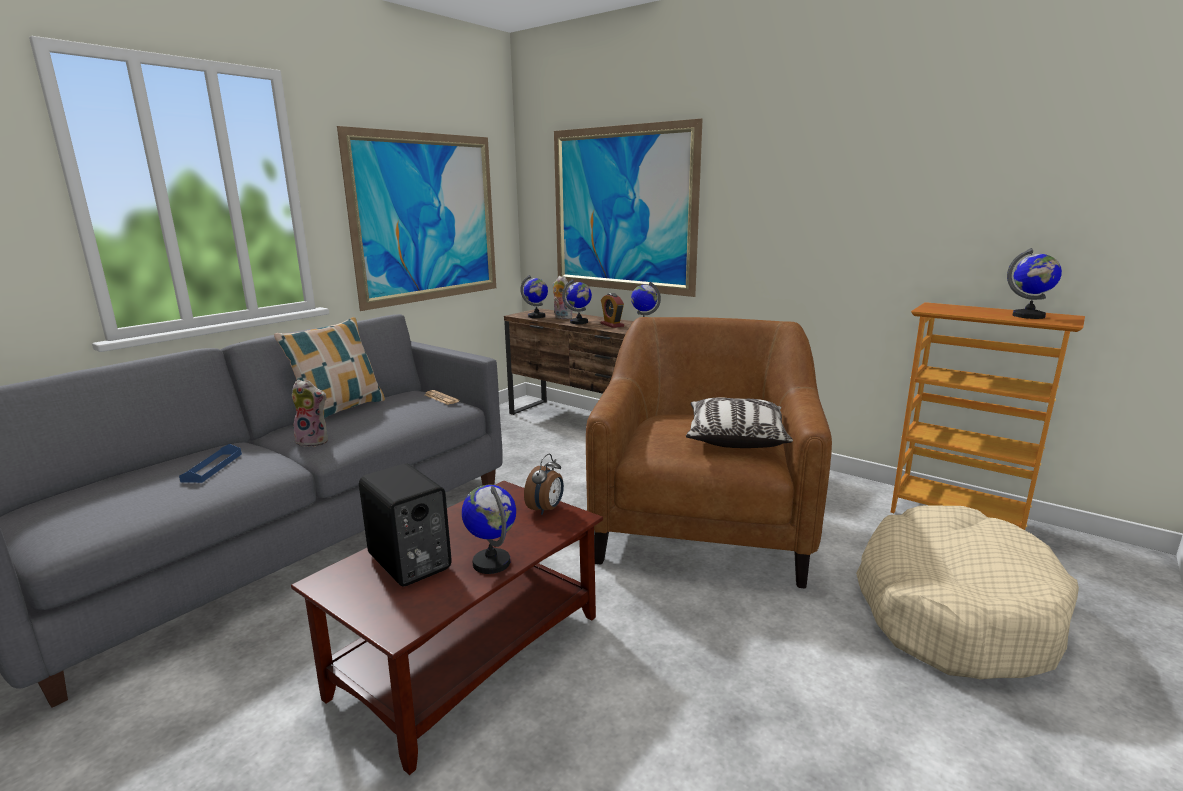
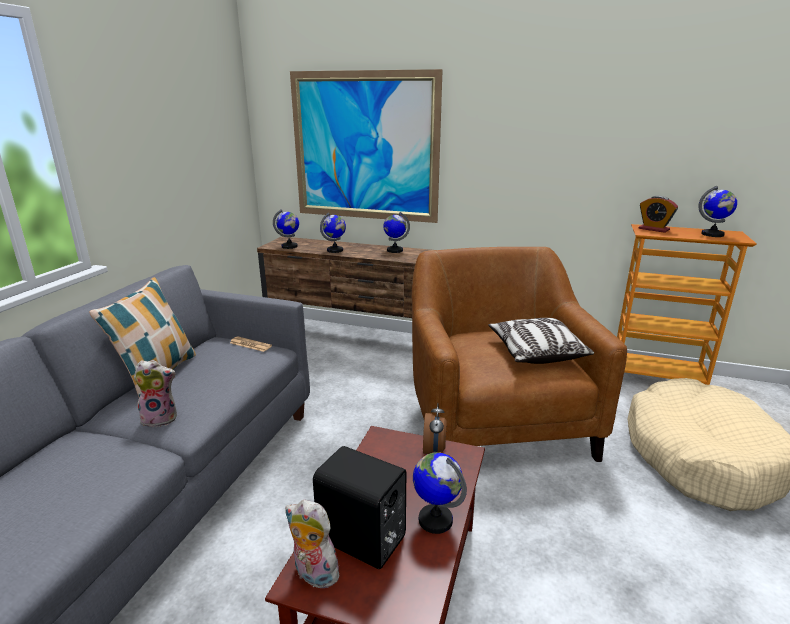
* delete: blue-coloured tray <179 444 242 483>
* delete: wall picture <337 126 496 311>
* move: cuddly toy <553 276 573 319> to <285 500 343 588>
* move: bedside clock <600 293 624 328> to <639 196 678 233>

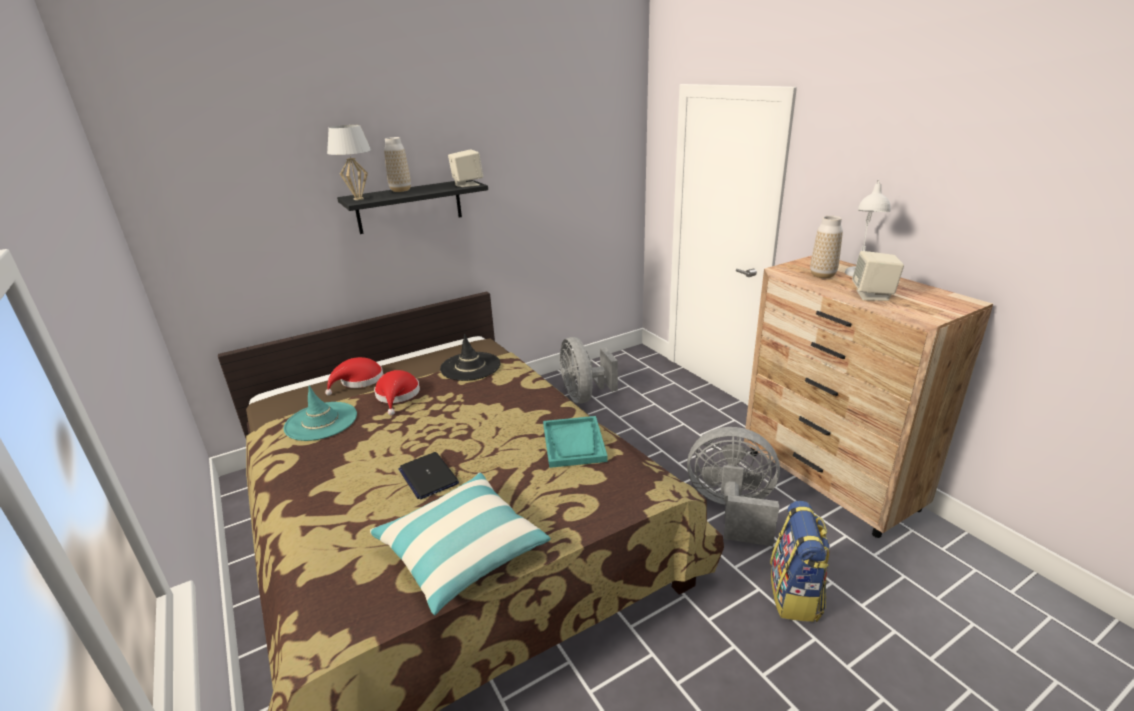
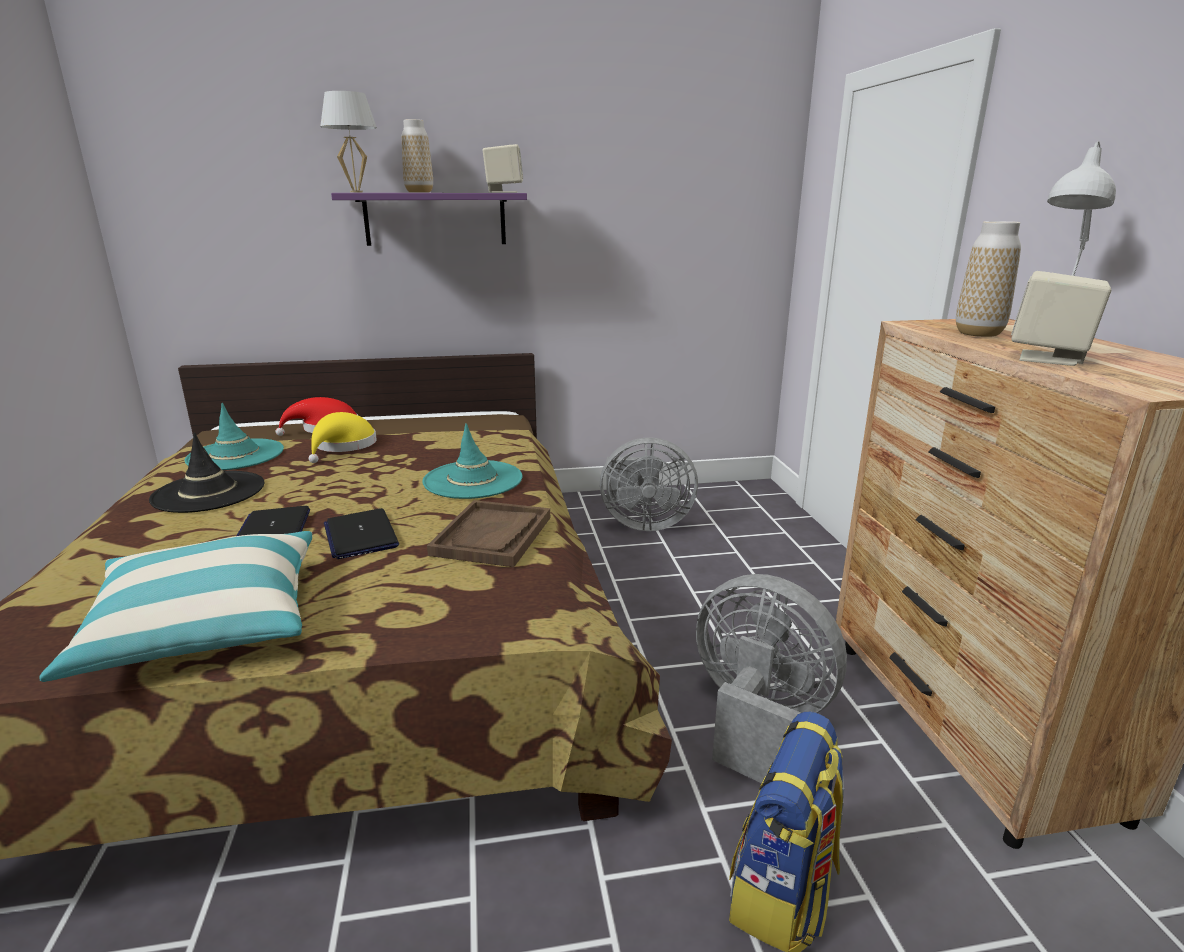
* insert: portable computer <324 508 399 559>
* insert: blue-green clothing hat <422 423 523 499>
* move: black-coloured clothing hat <440 333 501 381> to <149 432 265 513>
* recolor: black-coloured shelf <337 180 488 234> to purple-coloured shelf <331 193 527 246>
* recolor: red clothing hat <374 370 420 415> to yellow clothing hat <308 412 377 463>
* recolor: blue-green tray <543 416 608 468> to brown-coloured tray <427 500 550 567>
* rotate: gray electric fan <559 337 618 404> = <600 437 698 531> 90 degrees counterclockwise

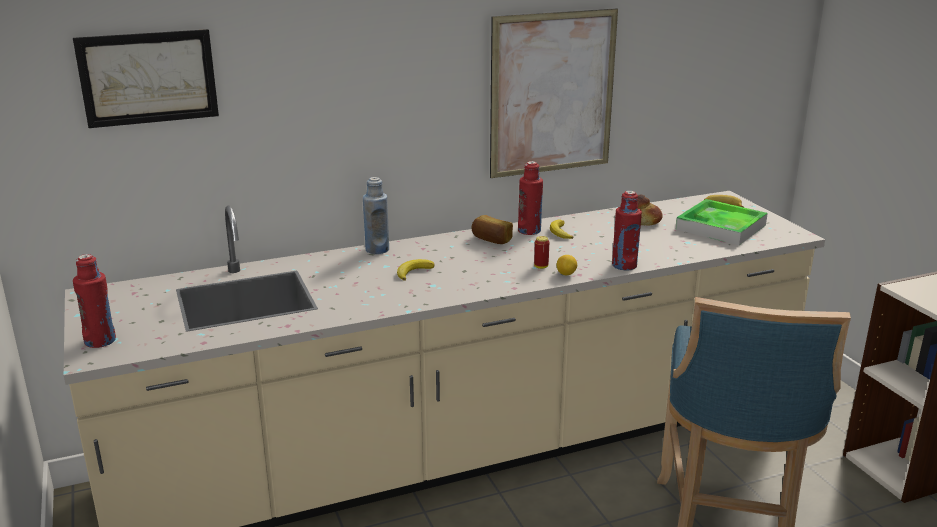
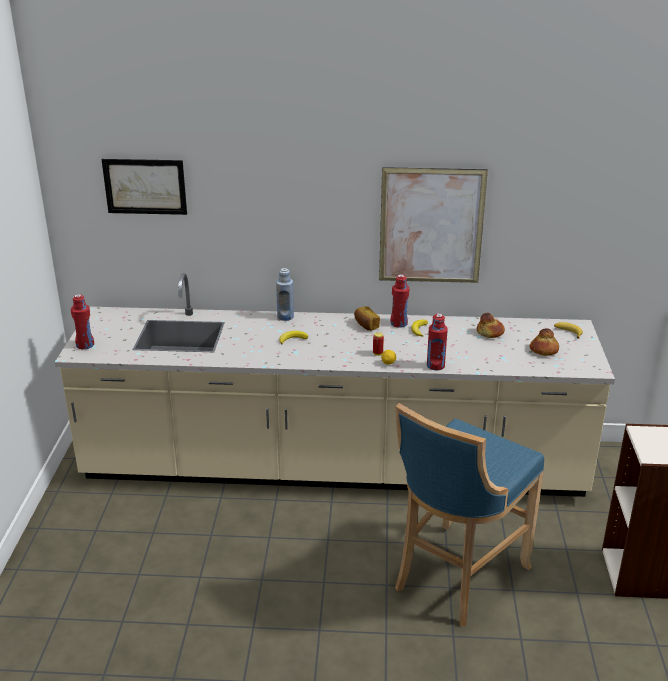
* replace: tray <676 199 768 245> to bakery bread <529 328 559 356>

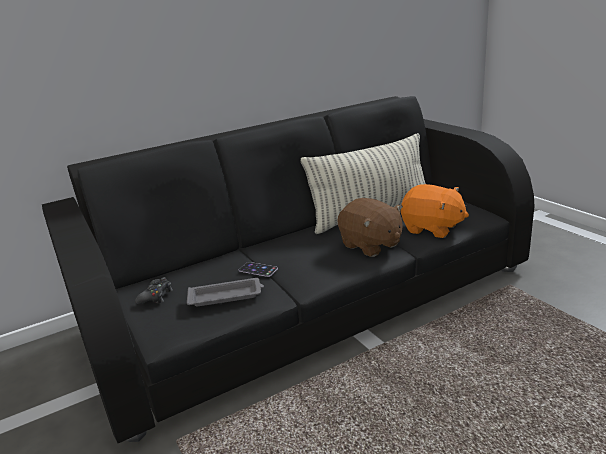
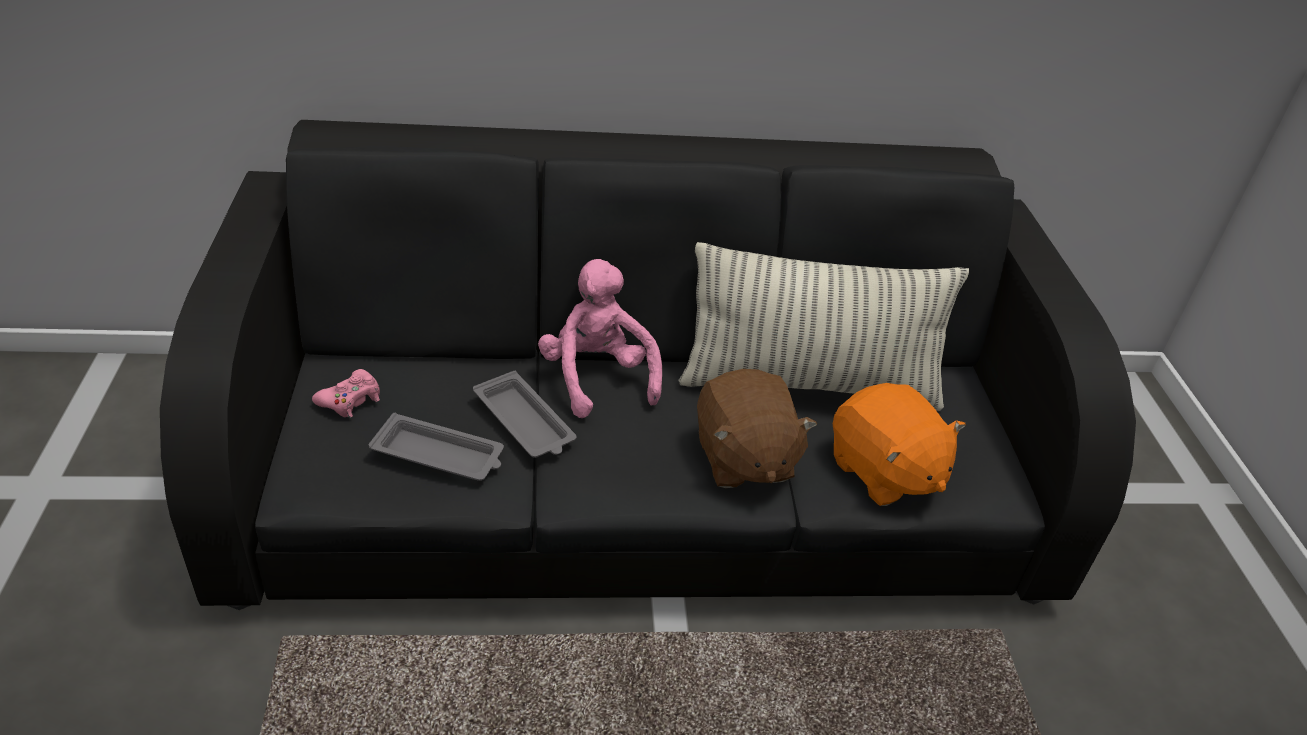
* insert: pink-coloured cuddly toy <538 259 662 418>
* replace: handset <238 262 278 277> to gray tray <473 371 576 458>
* recolor: black-coloured joypad <135 277 173 304> to pink-coloured joypad <312 369 380 418>

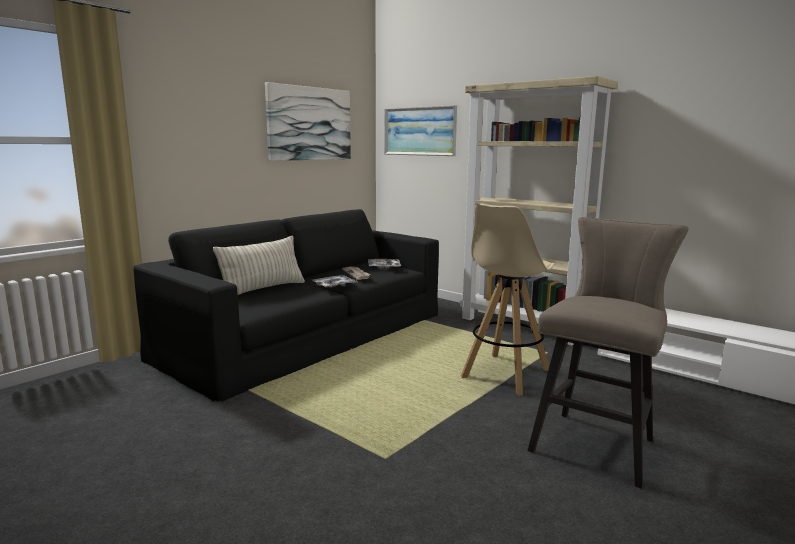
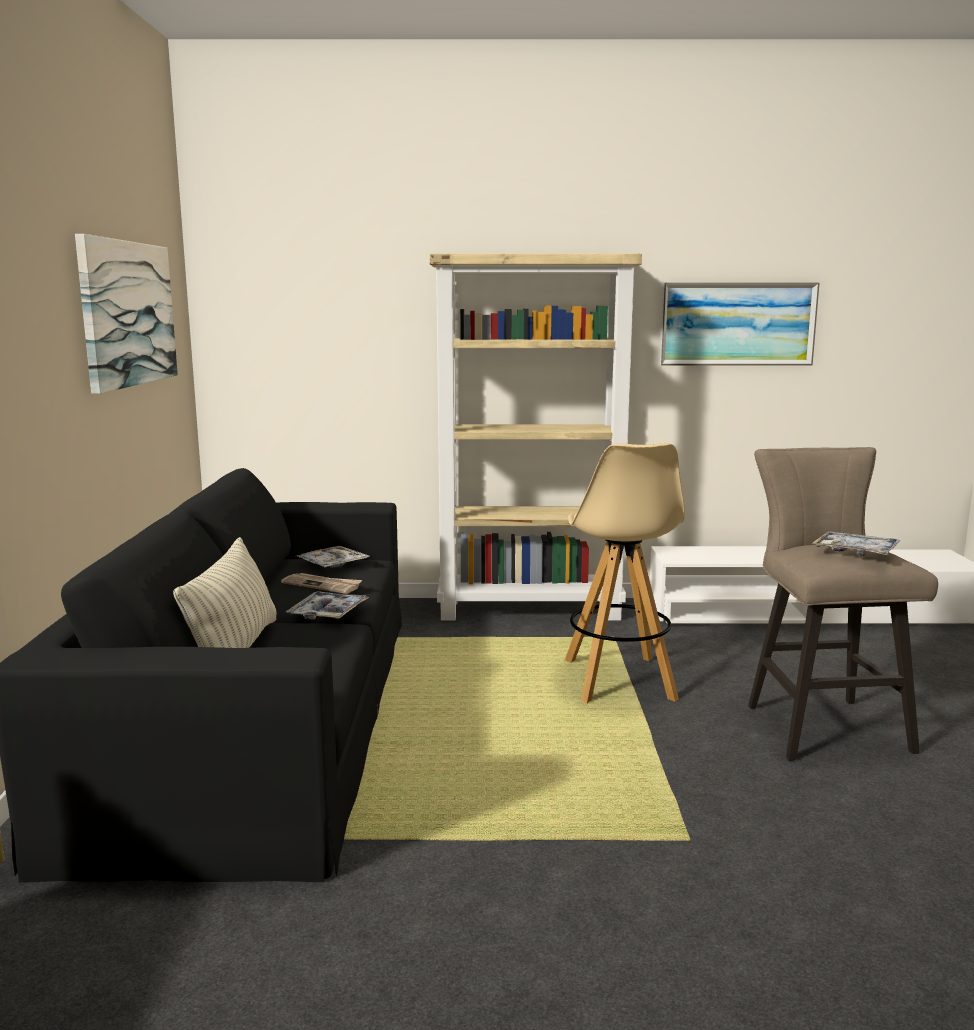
* insert: tray <812 531 901 556>
* move: wall picture <384 105 457 156> to <659 282 820 366>

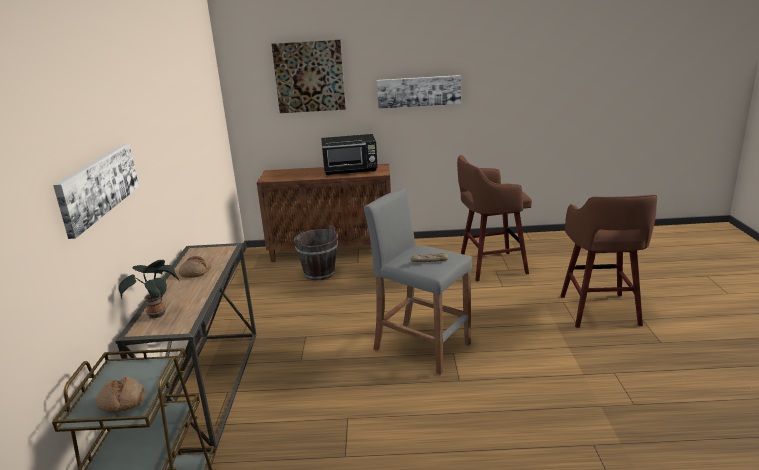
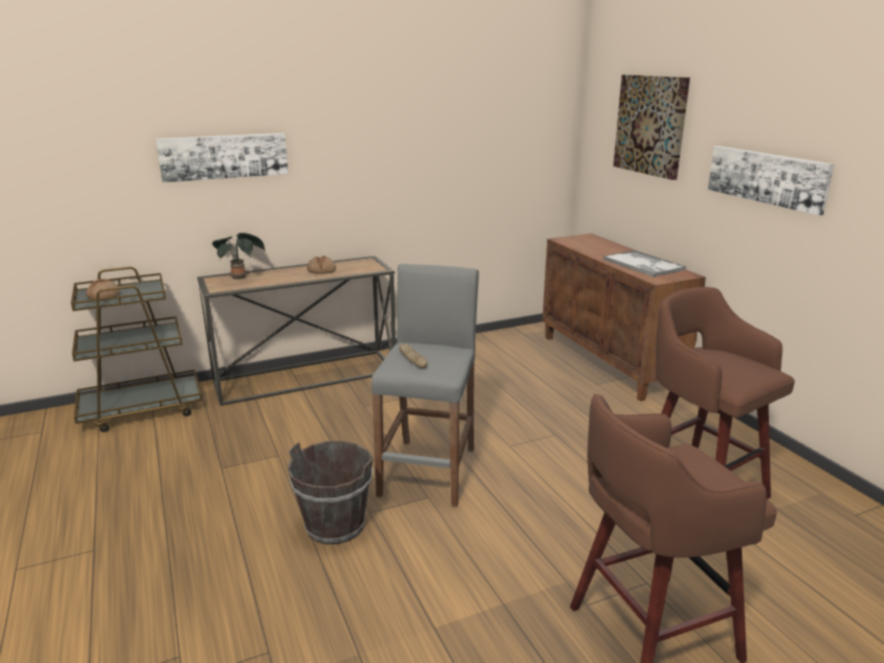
* move: brown-coloured pail <294 225 338 280> to <287 441 373 545>
* replace: black-coloured microwave oven <321 134 378 176> to tray <603 250 687 277>

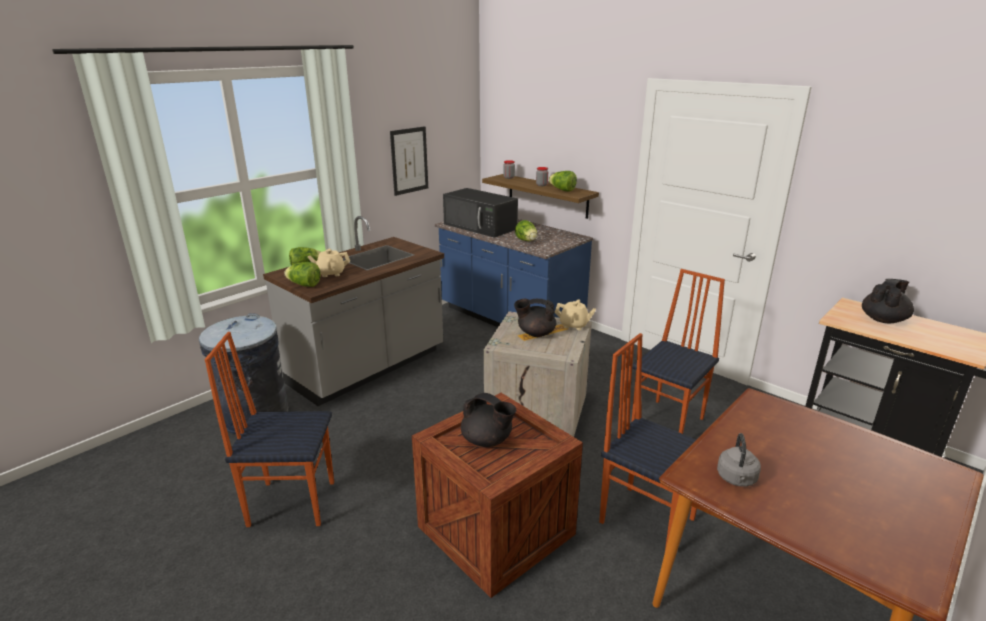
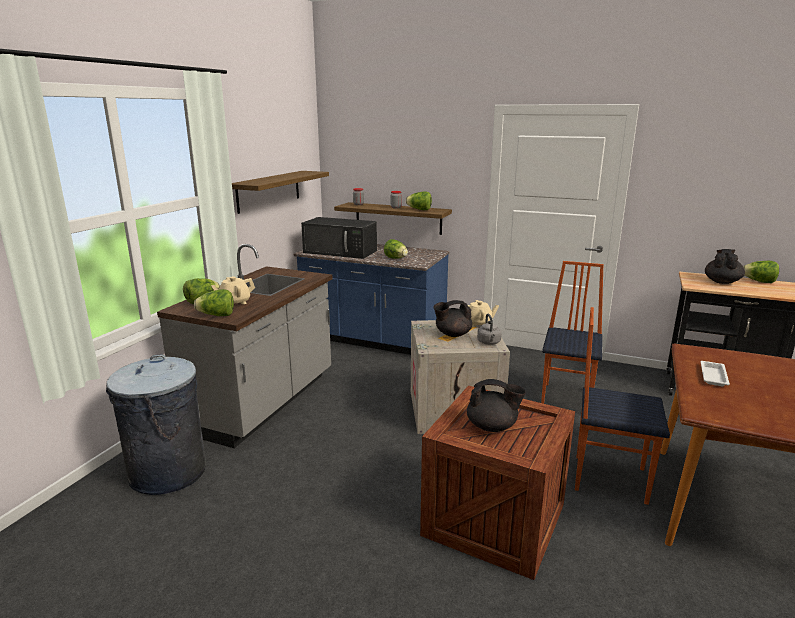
* delete: plain chair <204 332 334 527>
* insert: whitish tray <701 361 730 386>
* insert: head of lettuce <743 261 779 283>
* move: gray kettle <717 433 761 487> to <477 314 502 345>
* replace: wall picture <390 126 428 196> to shelf <232 171 329 214>

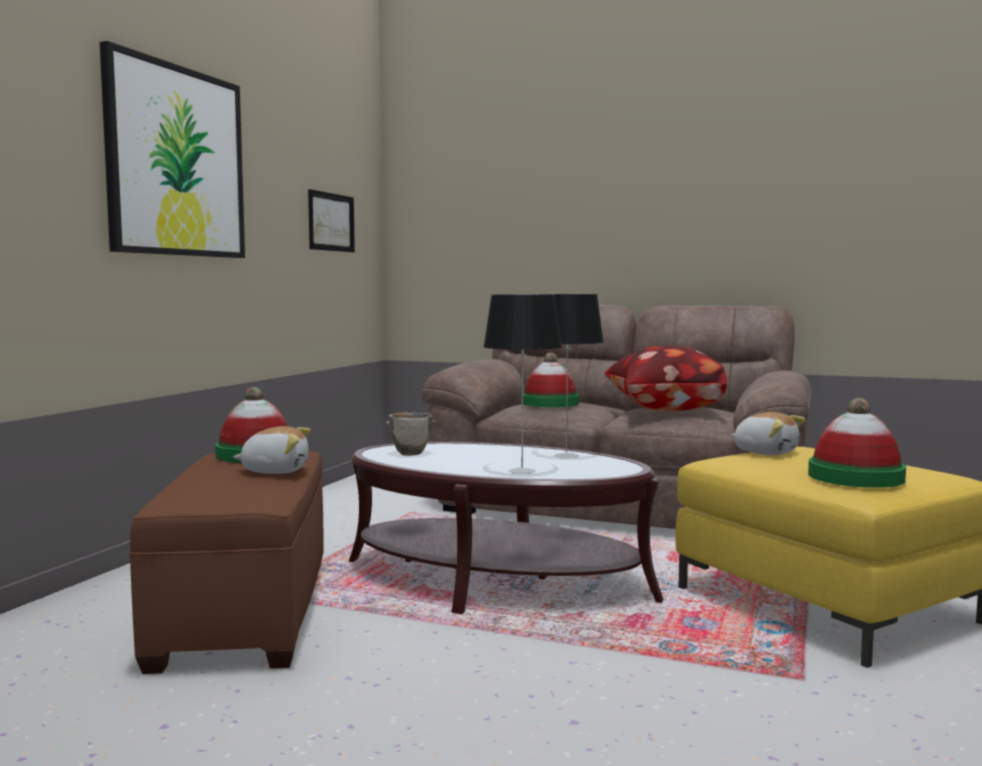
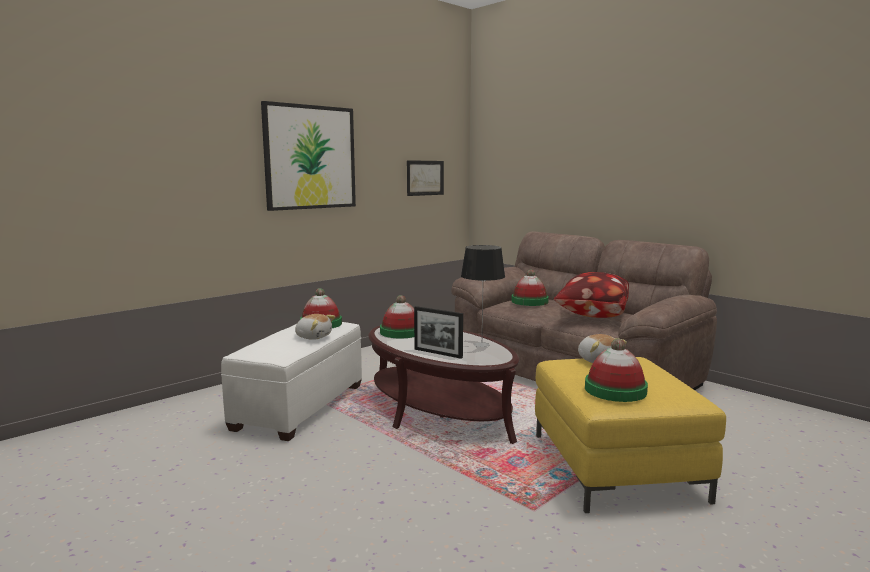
* replace: serving bowl <386 412 435 456> to clothing hat <380 295 414 338>
* replace: lamp for a table <484 294 562 474> to picture frame <414 306 463 359>
* recolor: brown-coloured footrest <129 451 324 674> to whitish footrest <221 322 362 441>

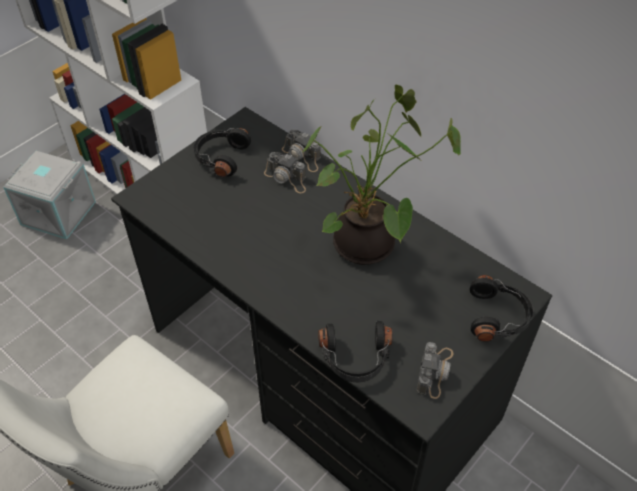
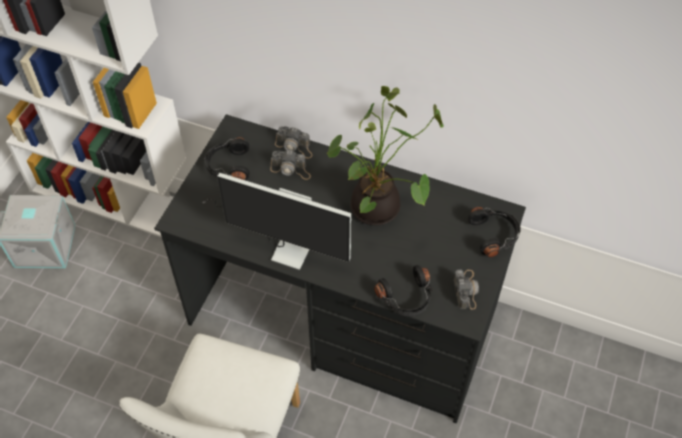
* insert: computer screen <203 173 351 270>

